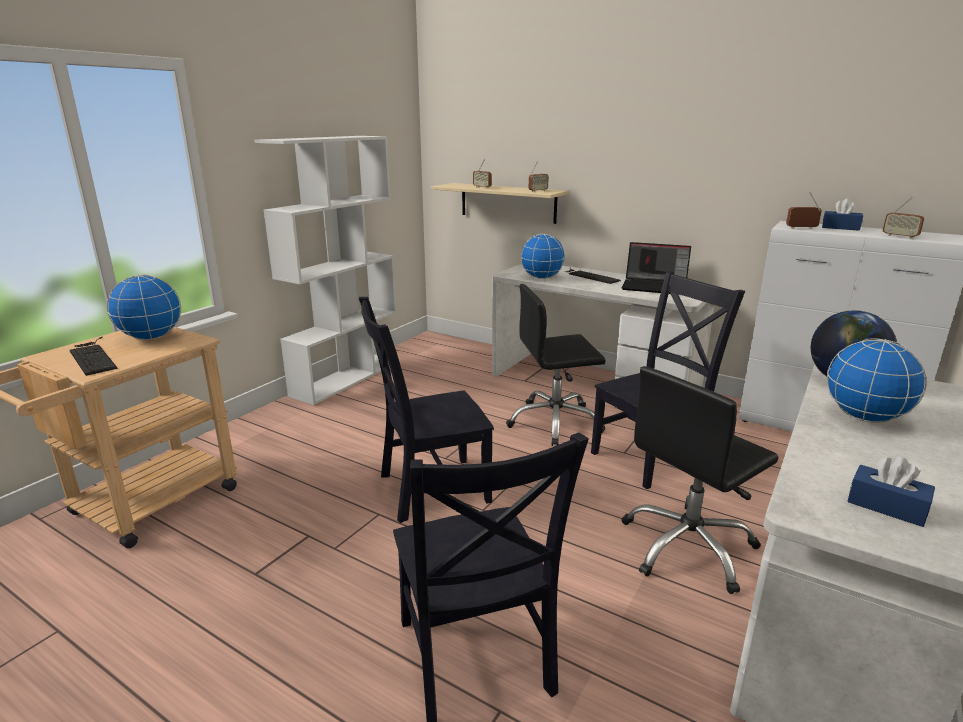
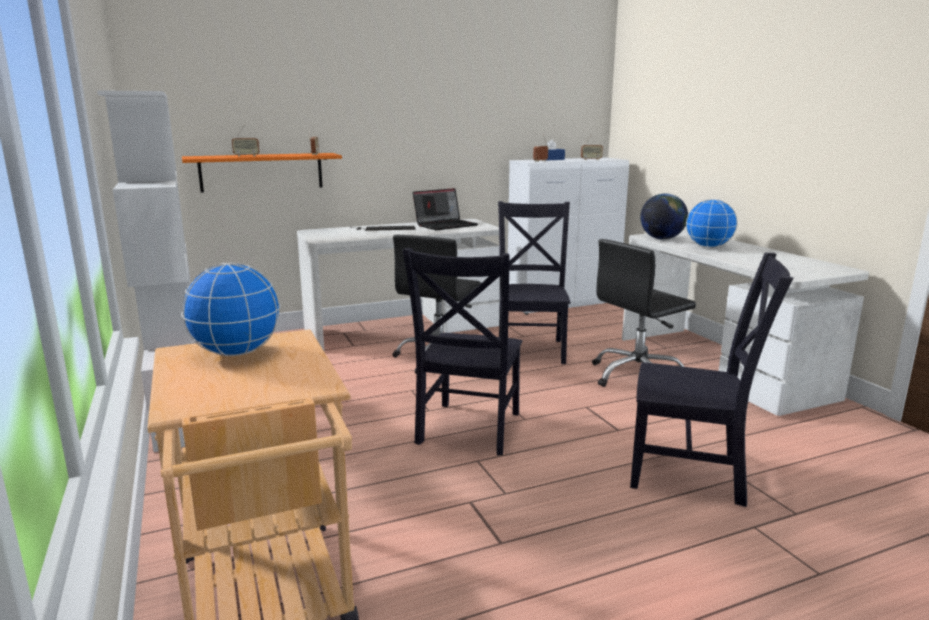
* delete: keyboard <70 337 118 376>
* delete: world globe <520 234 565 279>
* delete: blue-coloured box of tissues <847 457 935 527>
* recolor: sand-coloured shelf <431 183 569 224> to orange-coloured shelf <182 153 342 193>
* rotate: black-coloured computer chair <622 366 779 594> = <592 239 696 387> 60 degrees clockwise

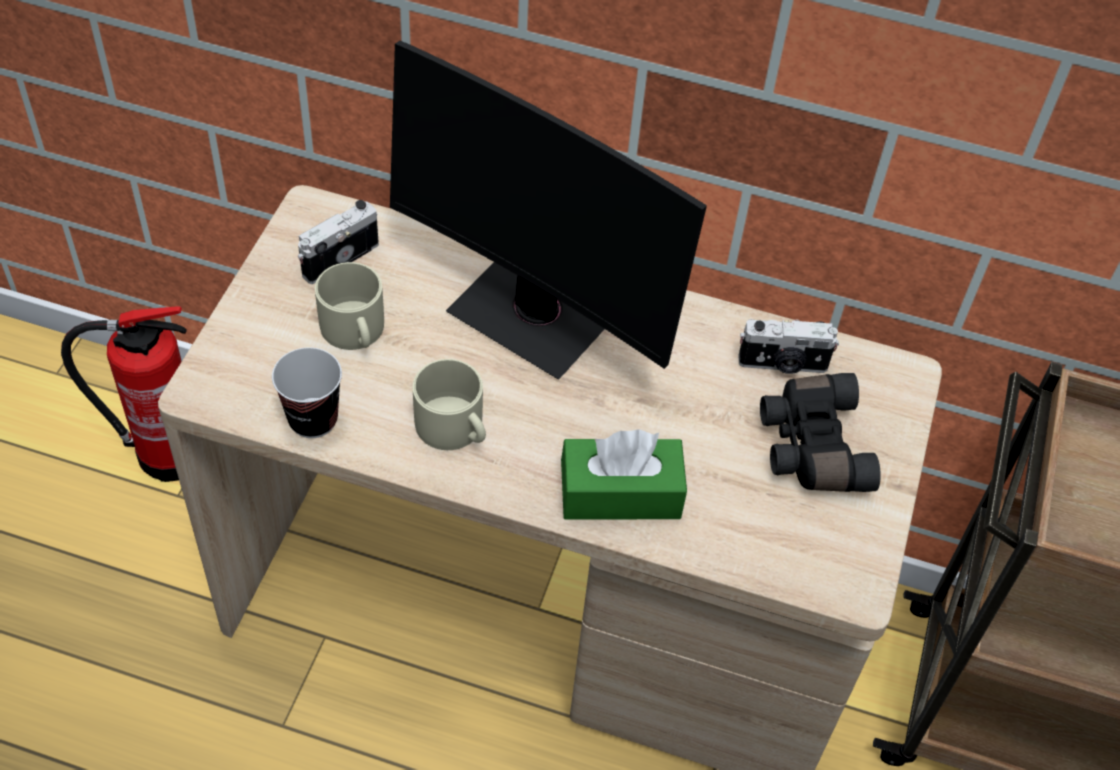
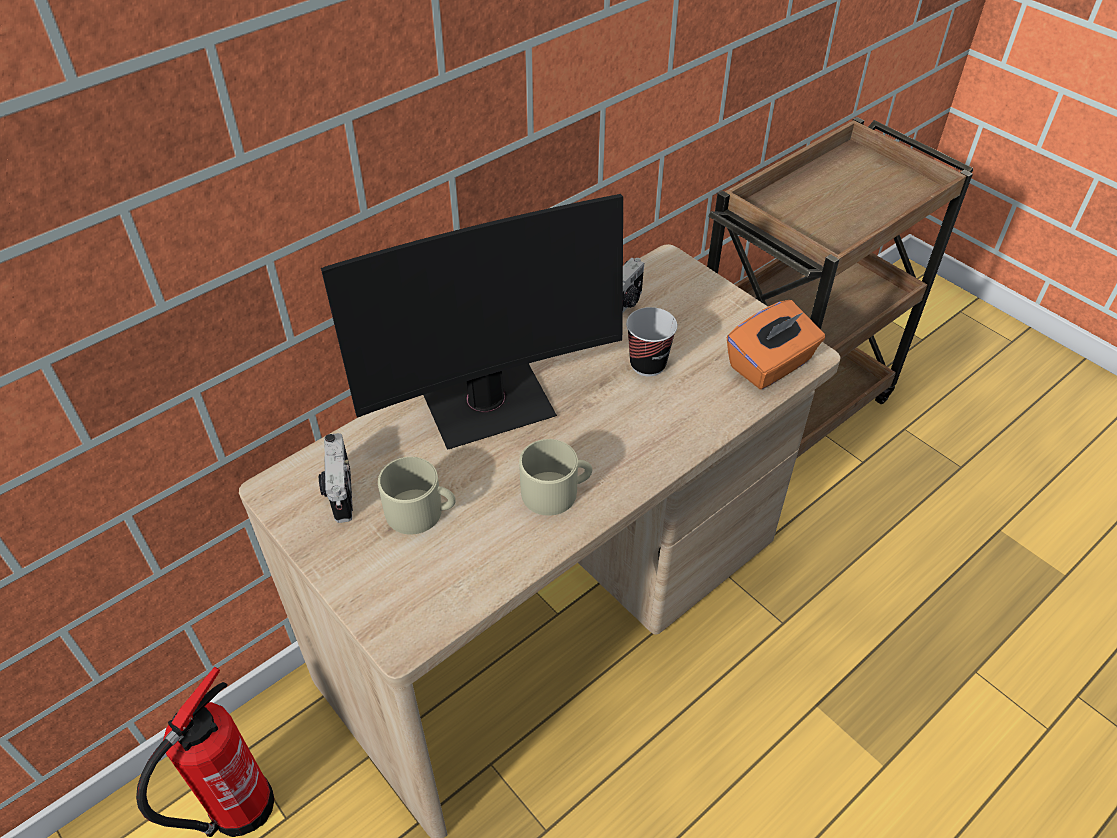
* delete: green-coloured box of tissues <561 429 687 520>
* delete: black-coloured binoculars <760 373 881 492>
* insert: orange-coloured box of tissues <727 300 825 389>
* move: small cup <272 347 342 438> to <626 307 677 377>

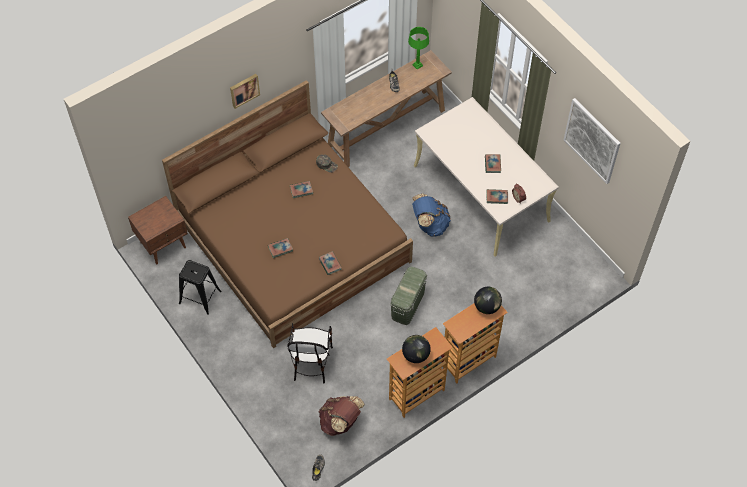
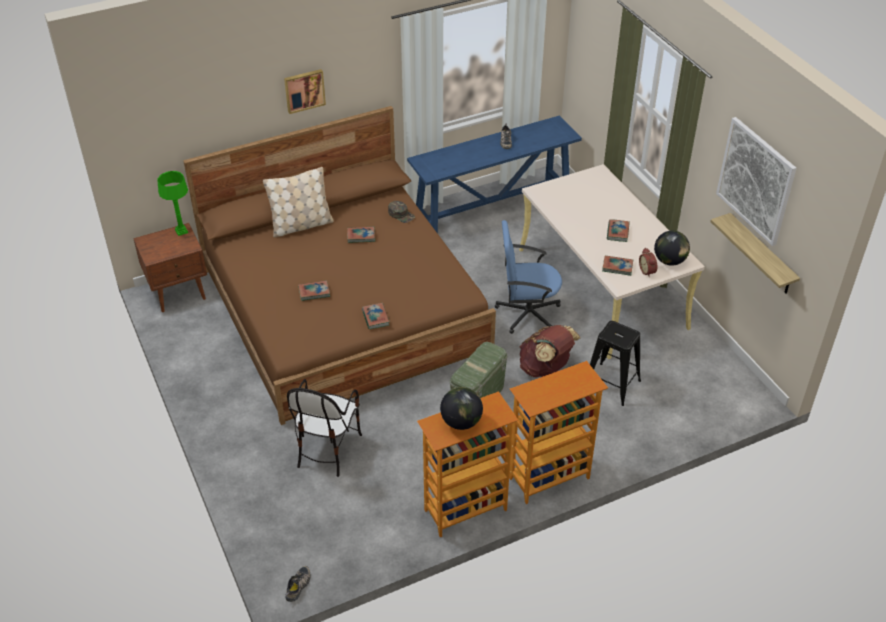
* insert: sand-coloured pillow <263 167 334 237>
* insert: shelf <710 213 800 294>
* move: black-coloured stool <179 260 221 315> to <590 321 641 406>
* move: brown-coloured rucksack <319 396 365 436> to <520 325 581 378>
* move: green-coloured lamp for a table <408 27 429 70> to <157 171 188 236>
* move: world globe <474 287 502 314> to <654 231 690 266>
* replace: blue-coloured rucksack <412 194 451 237> to blue-coloured computer chair <495 220 562 334>
* recolor: brown-coloured hall table <321 50 452 167> to blue-coloured hall table <407 115 582 234>

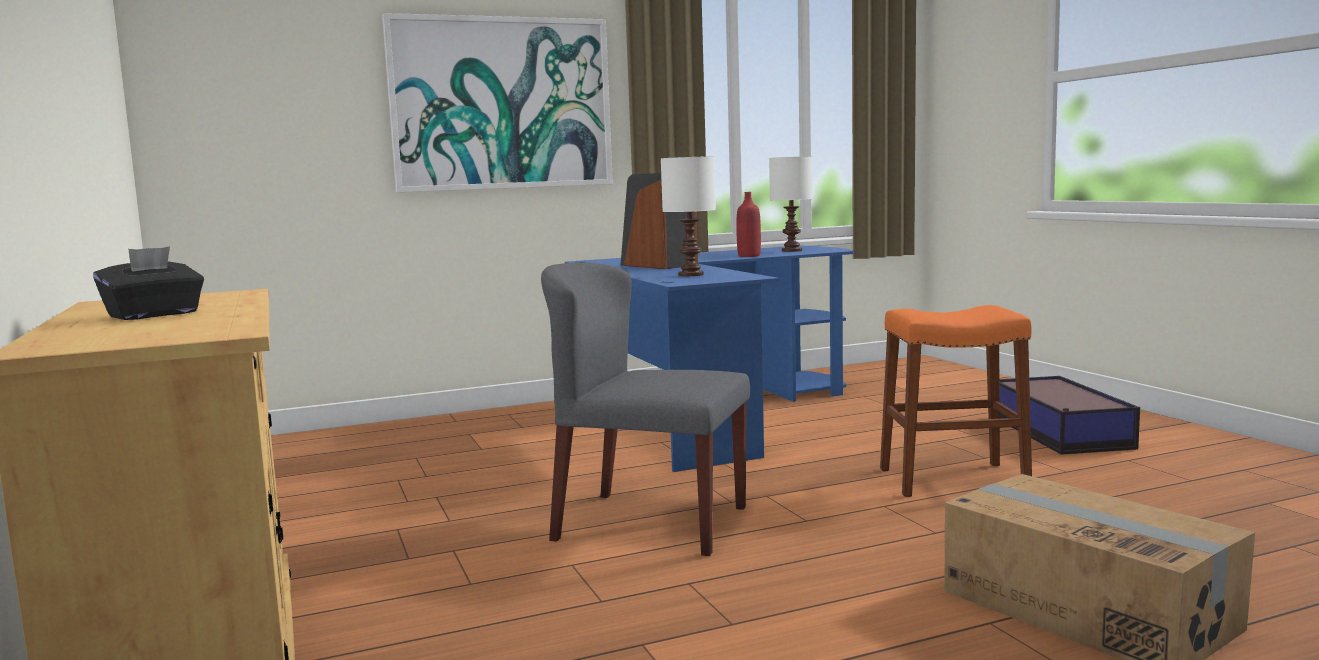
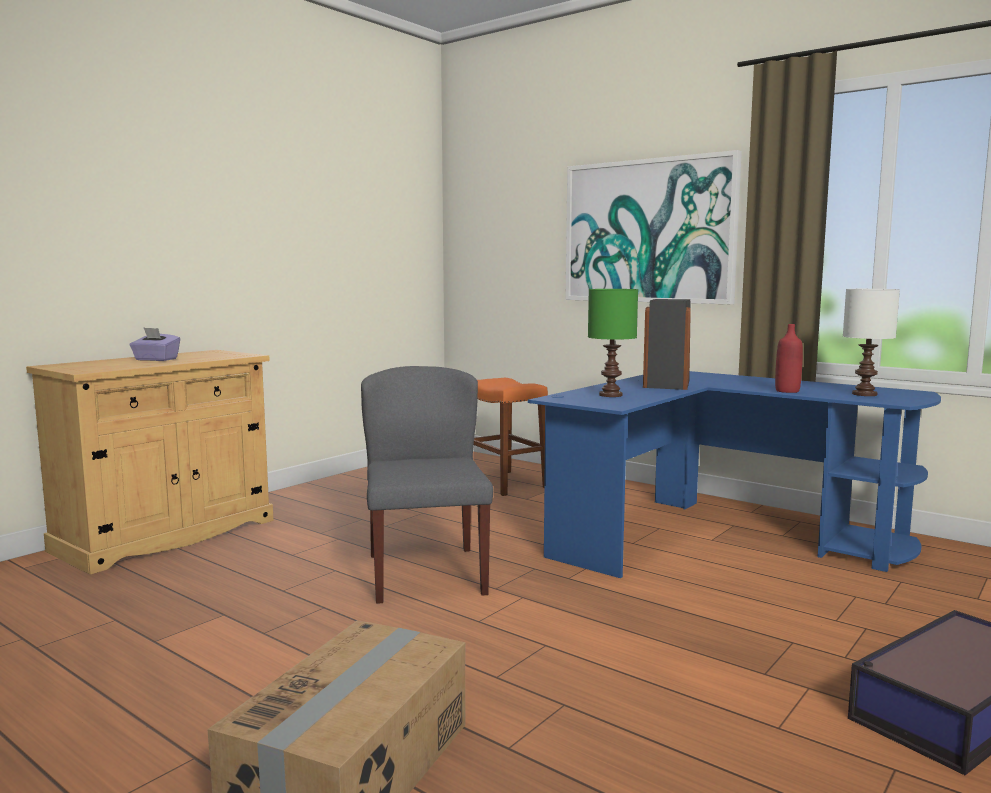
* move: orange-coloured stool <880 305 1032 497> to <474 378 548 496>
* recolor: black-coloured box of tissues <93 246 204 320> to purple-coloured box of tissues <130 327 180 361>
* recolor: whitish lamp for a table <661 156 716 276> to green-coloured lamp for a table <588 289 638 397>

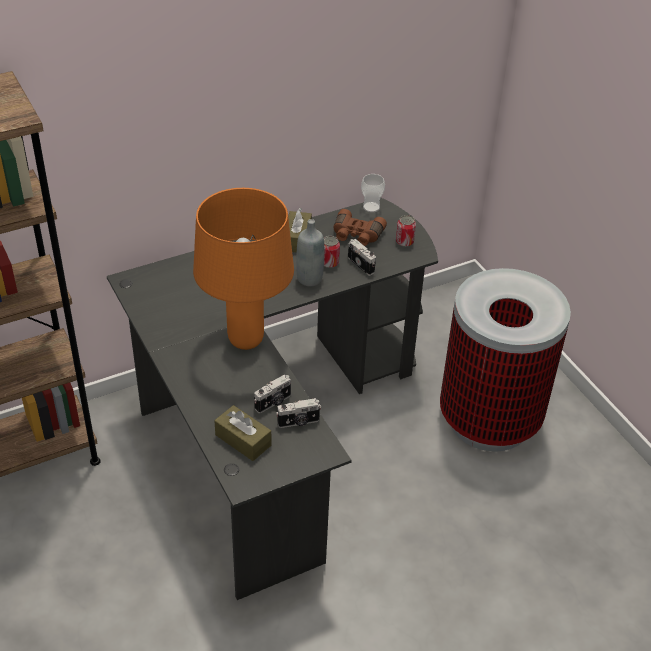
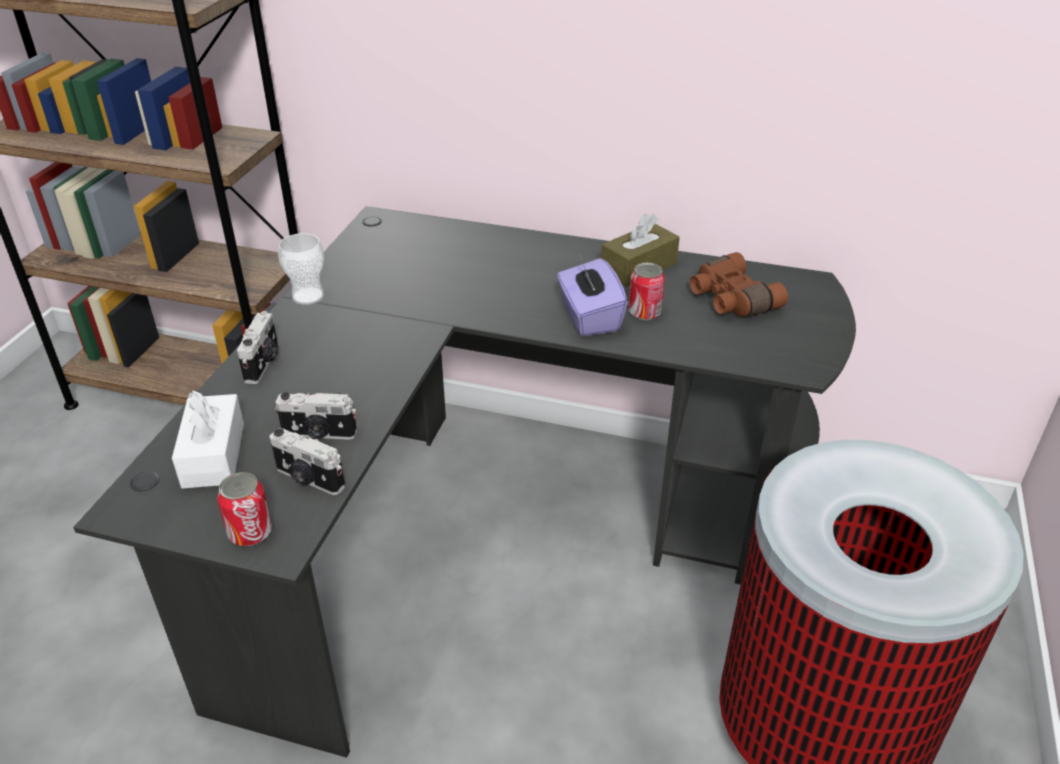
* delete: orange-coloured lamp for a table <193 188 294 350>
* move: still camera <348 239 376 276> to <237 311 278 384>
* move: small cup <361 174 385 212> to <278 233 324 305>
* move: sealed can <396 215 416 247> to <217 472 272 546>
* replace: gray drink bottle <296 219 324 287> to purple-coloured box of tissues <557 258 628 336>
* recolor: brown-coloured box of tissues <214 405 271 461> to whitish box of tissues <172 391 244 489>

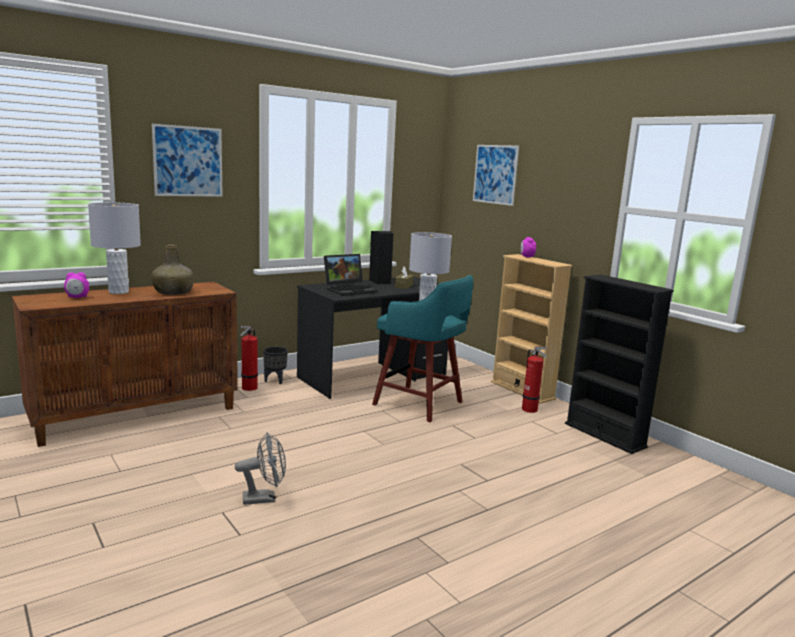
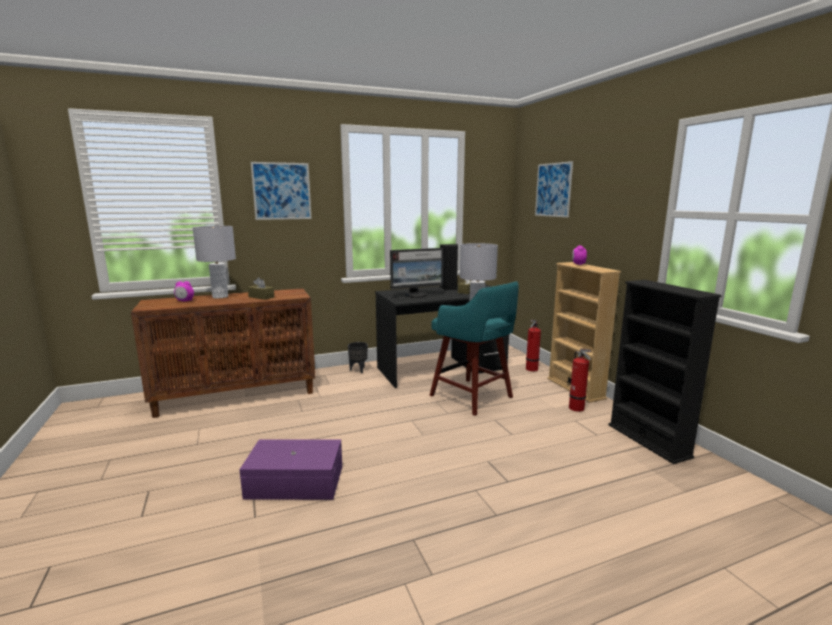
* move: fire-fighting cylinder <240 326 258 391> to <526 320 541 372>
* replace: green-coloured drink bottle <151 245 194 295> to brown-coloured box of tissues <248 277 274 300>
* replace: gray electric fan <235 433 286 505> to purple-coloured storage box <239 439 342 500>
* replace: portable computer <324 254 378 296> to computer screen <390 248 443 298>

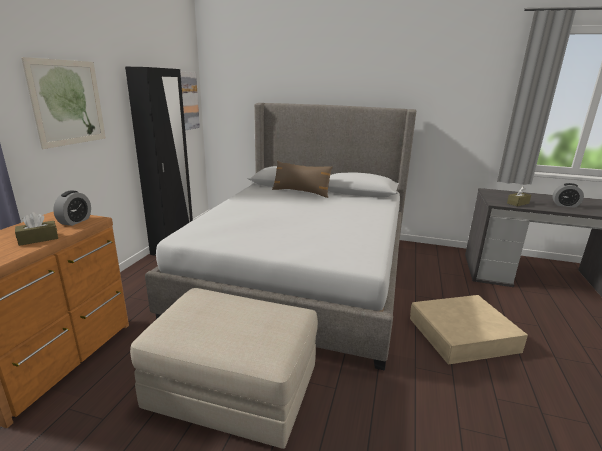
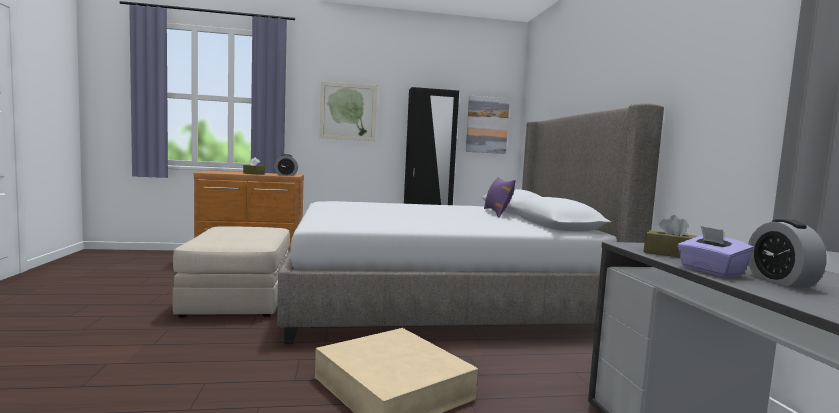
* insert: purple-coloured box of tissues <677 226 754 277>
* recolor: brown-coloured pillow <272 161 333 198> to purple-coloured pillow <484 177 516 218>

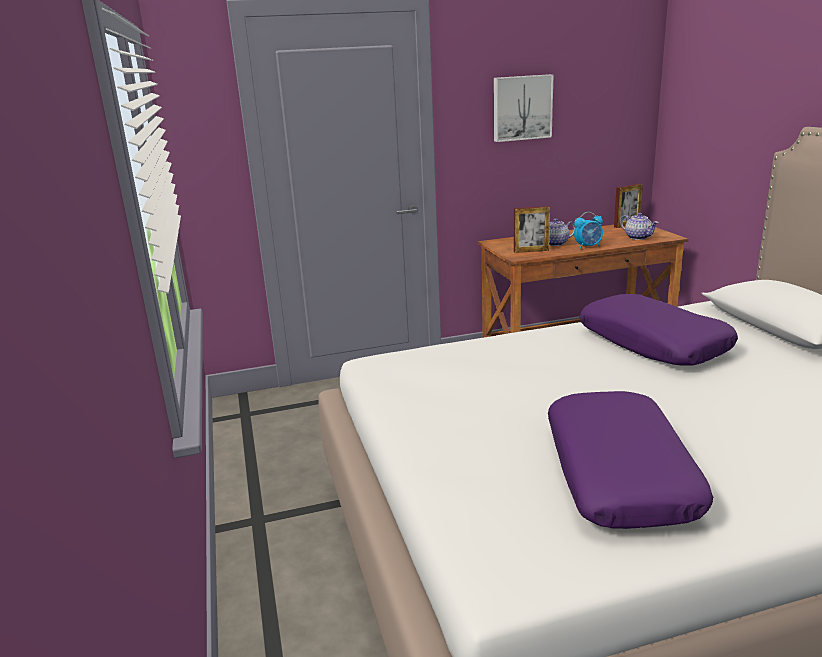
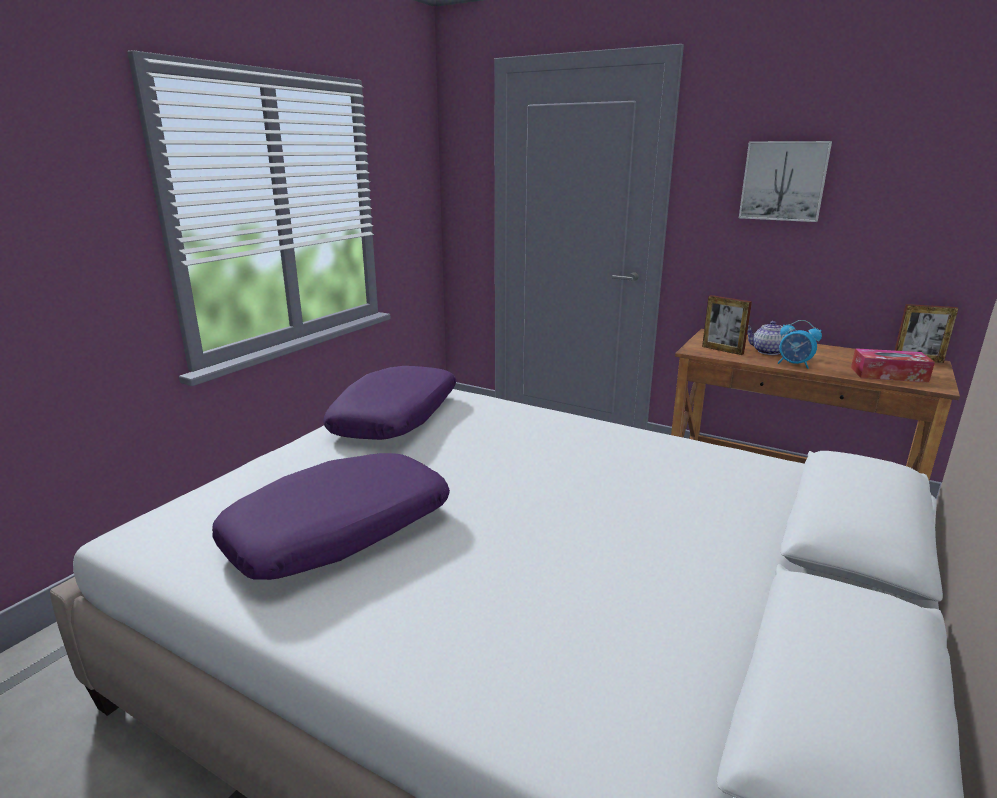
* move: purple-coloured pillow <580 294 738 365> to <323 366 456 440>
* replace: tea pot <620 213 659 240> to box of tissues <851 348 935 383>

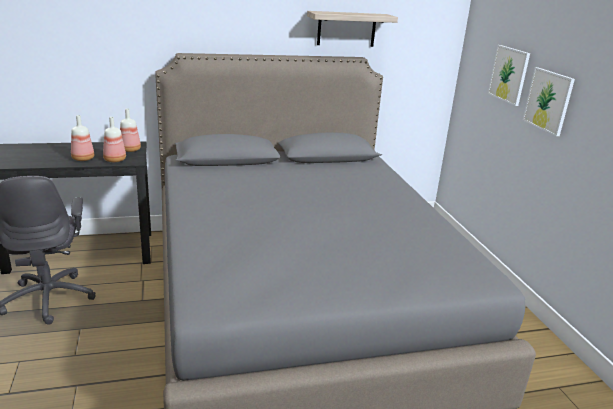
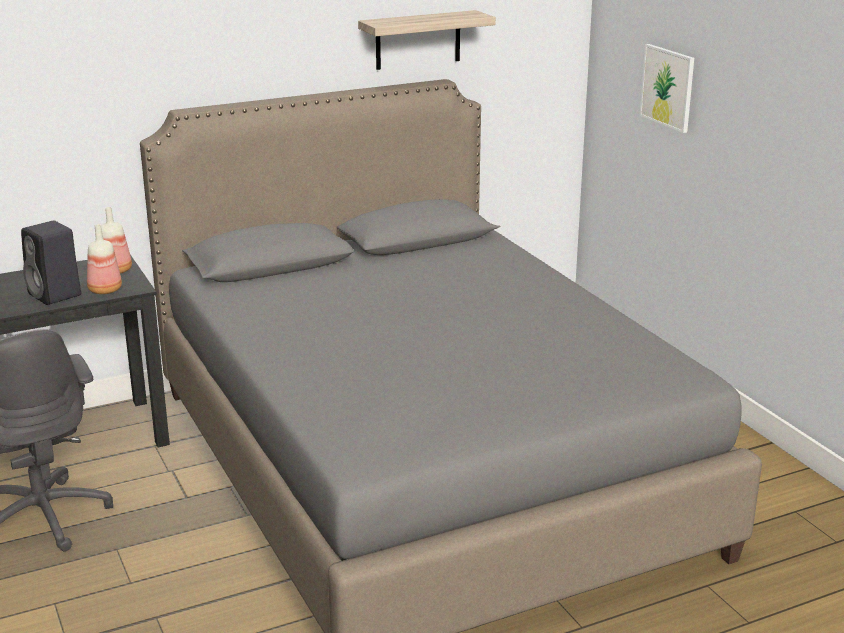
* delete: wall picture <523 67 575 136>
* replace: drink bottle <71 115 94 161> to black-coloured speaker <21 221 81 305>

